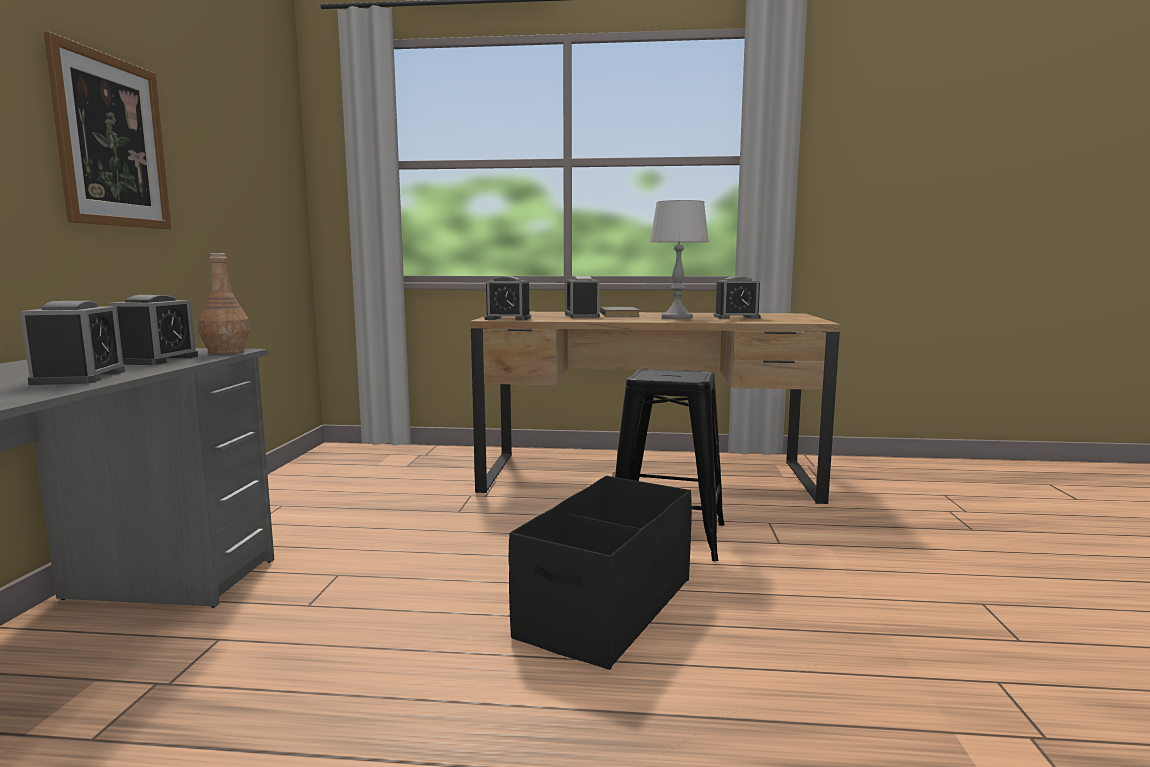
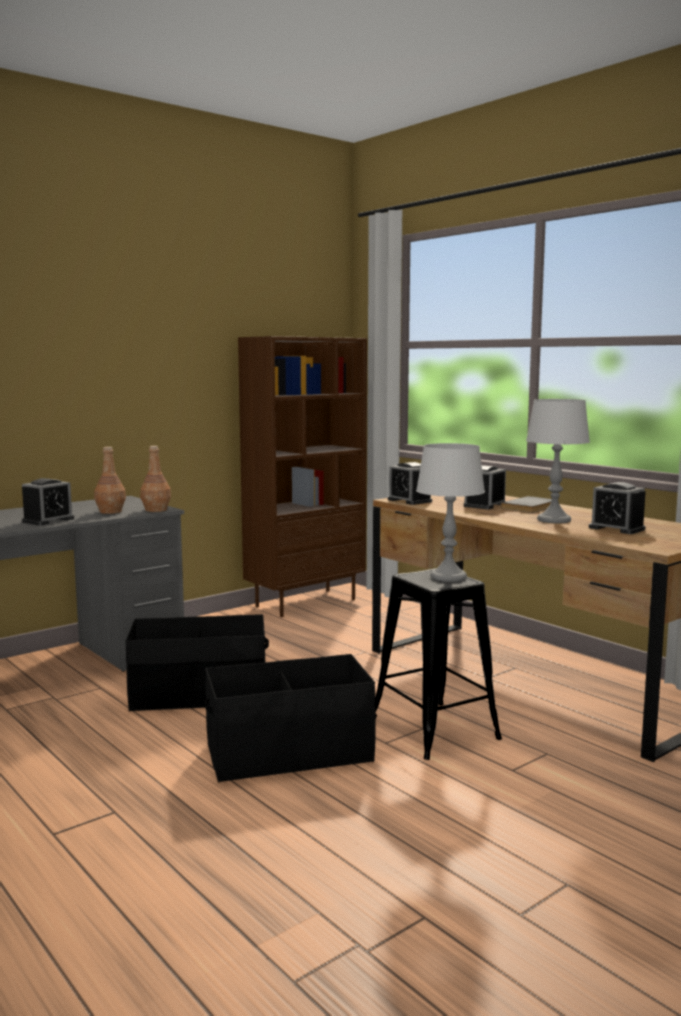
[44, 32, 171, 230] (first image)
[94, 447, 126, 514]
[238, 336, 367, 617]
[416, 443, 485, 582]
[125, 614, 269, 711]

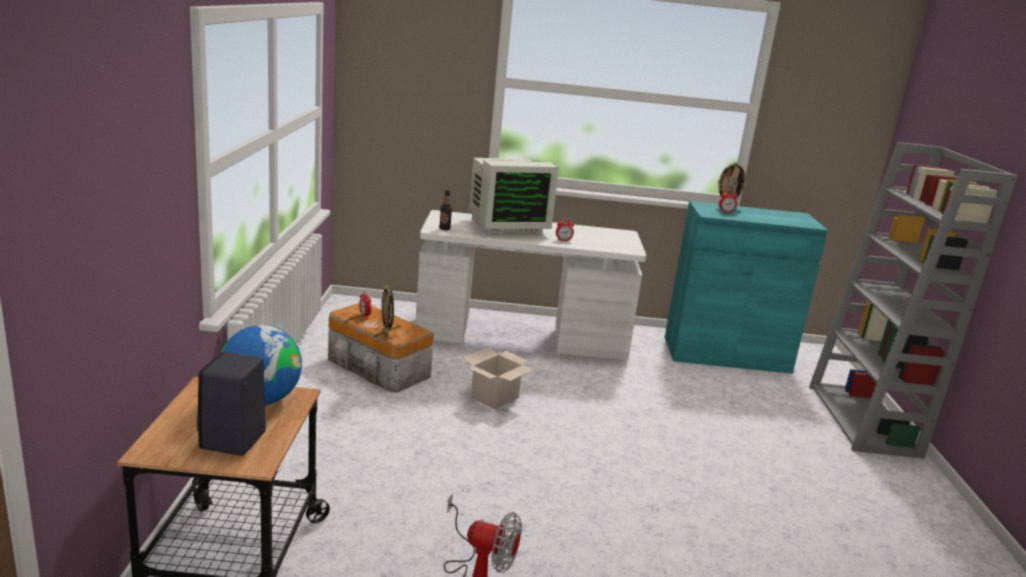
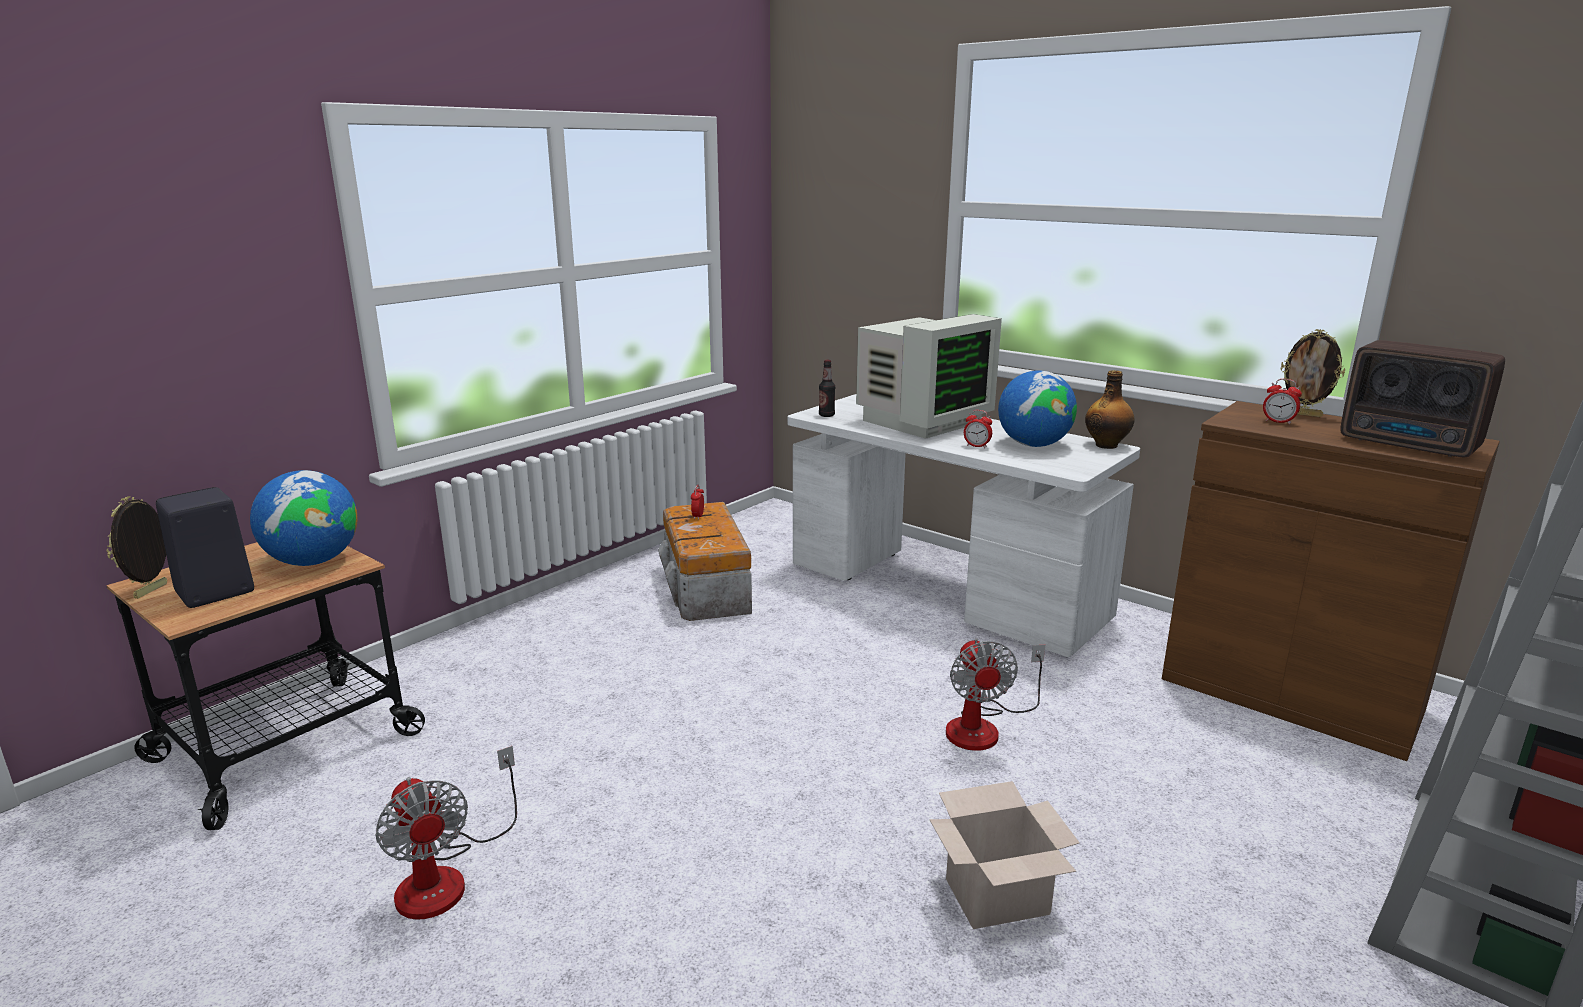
[856, 314, 1002, 439]
[1162, 401, 1500, 761]
[107, 496, 167, 599]
[930, 781, 1080, 929]
[1340, 340, 1505, 458]
[998, 370, 1077, 447]
[1085, 370, 1135, 449]
[946, 638, 1045, 751]

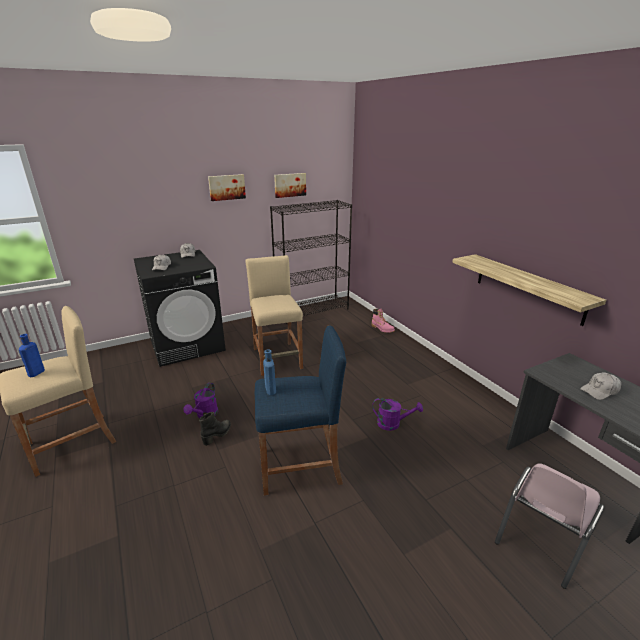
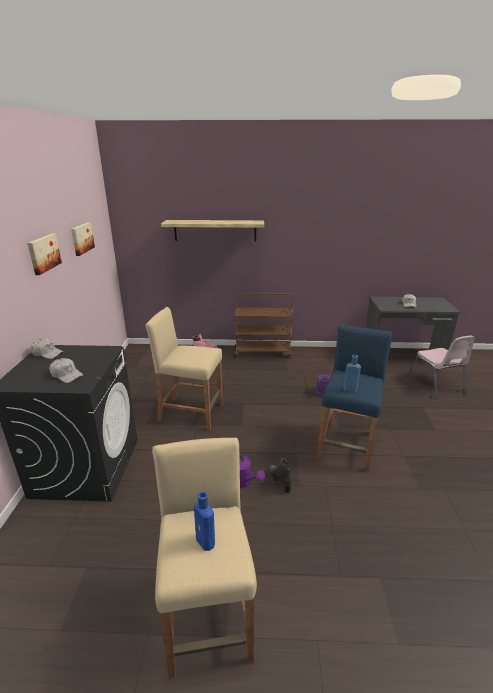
[270, 200, 352, 316] (first image)
[161, 220, 264, 241]
[234, 293, 293, 358]

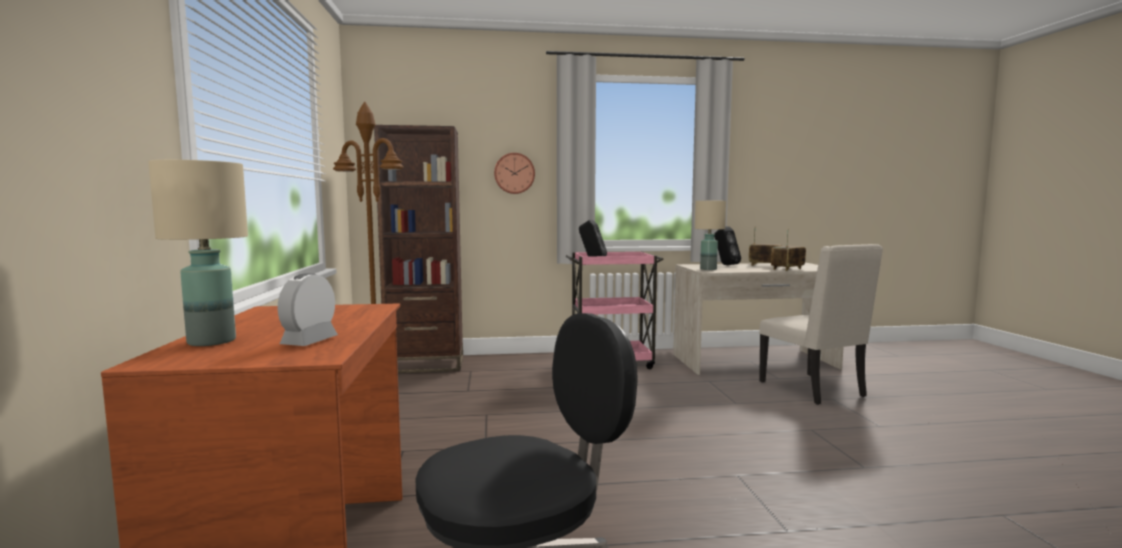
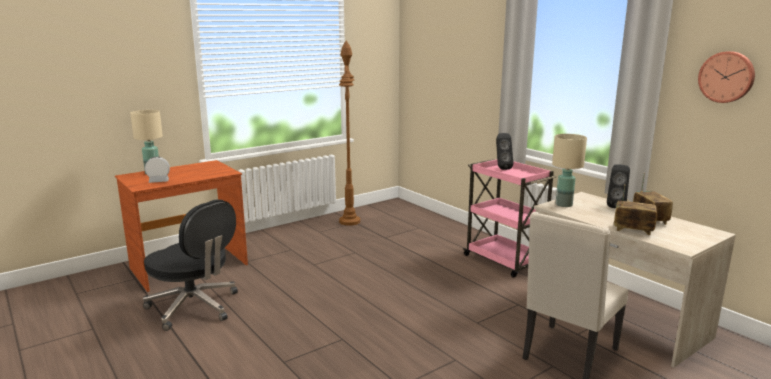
[374, 125, 463, 373] (first image)
[698, 51, 755, 103]

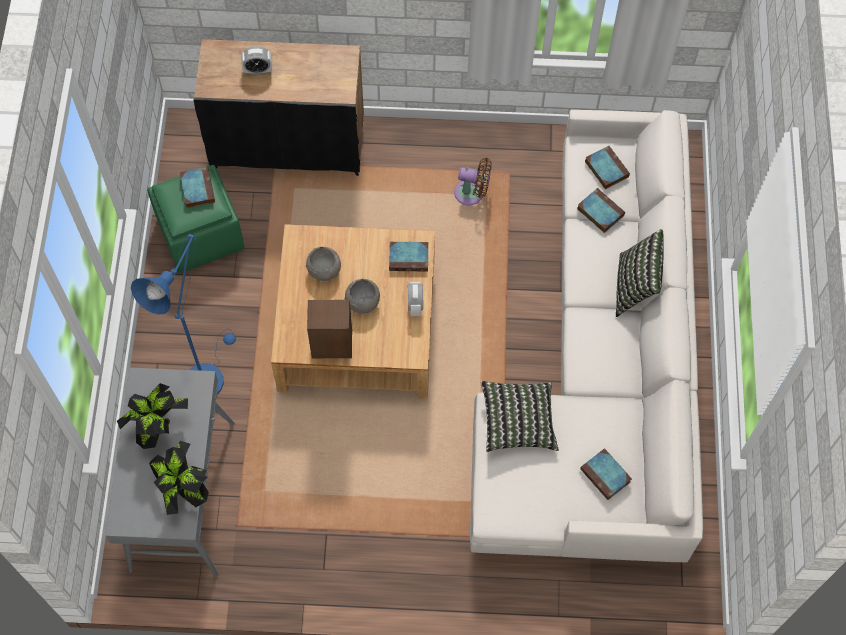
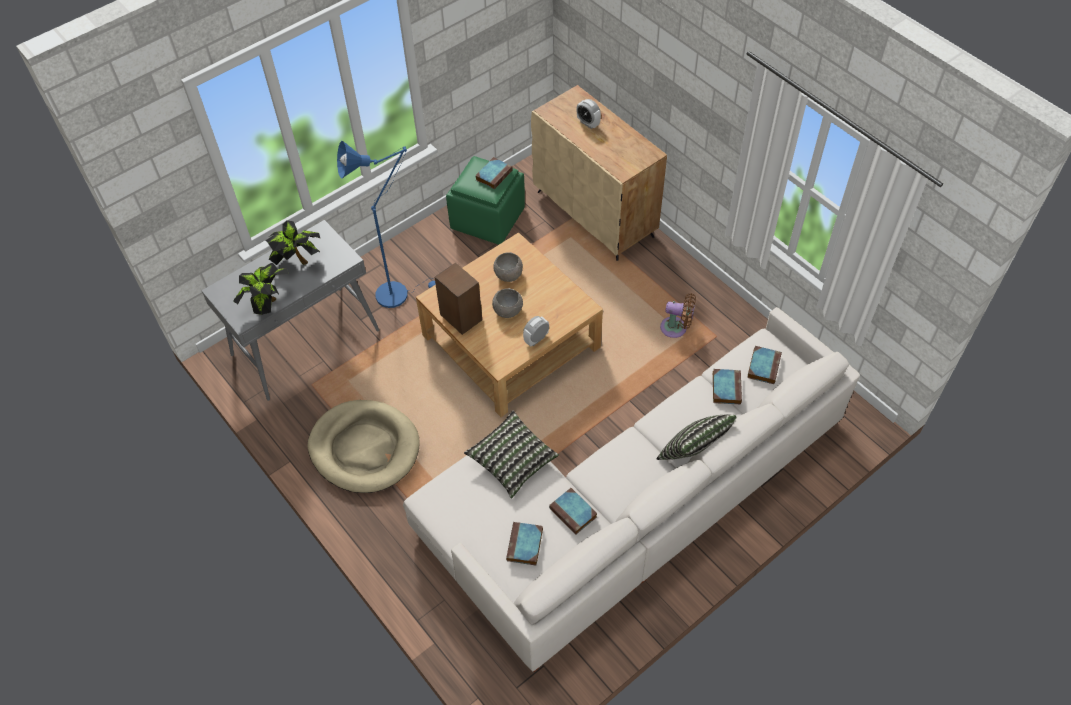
[531, 85, 667, 261]
[660, 293, 696, 338]
[549, 488, 597, 534]
[308, 400, 420, 493]

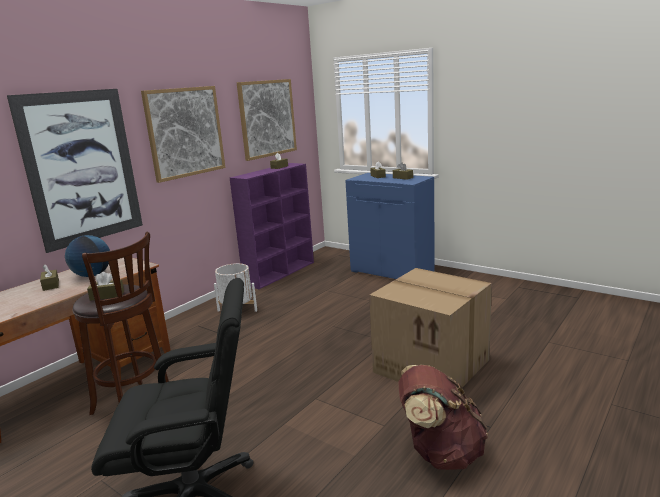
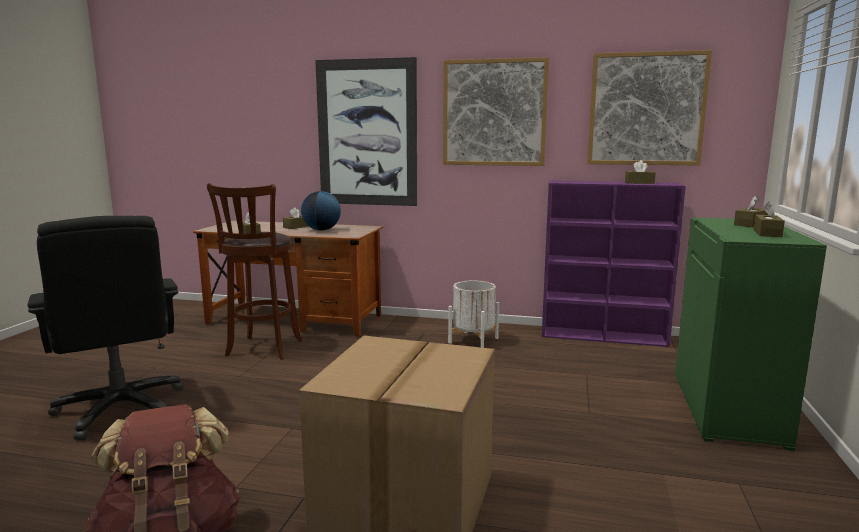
[675, 217, 827, 451]

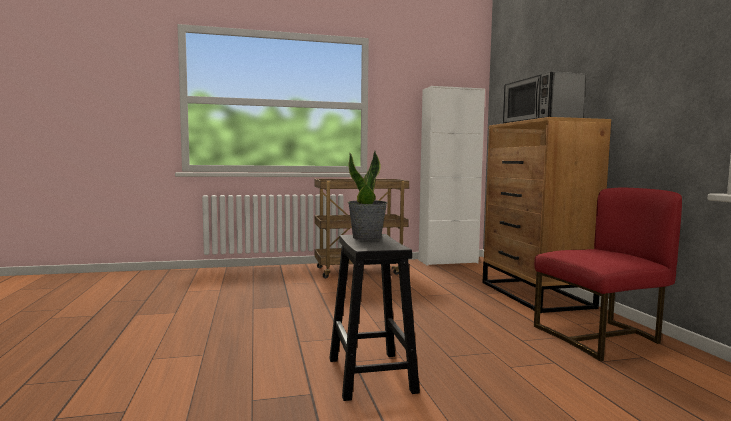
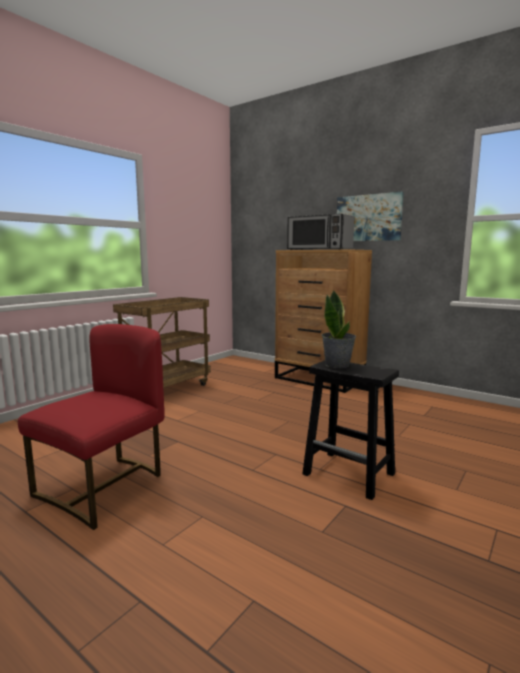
[419, 86, 485, 266] (first image)
[18, 324, 165, 530]
[337, 192, 404, 241]

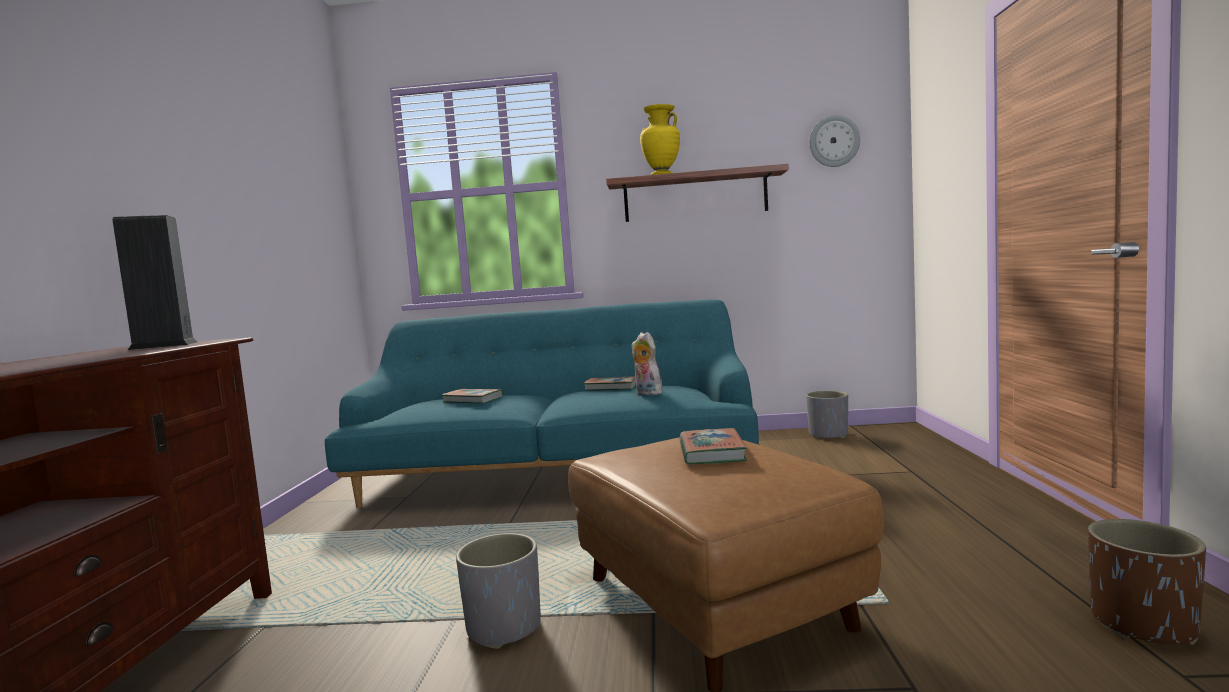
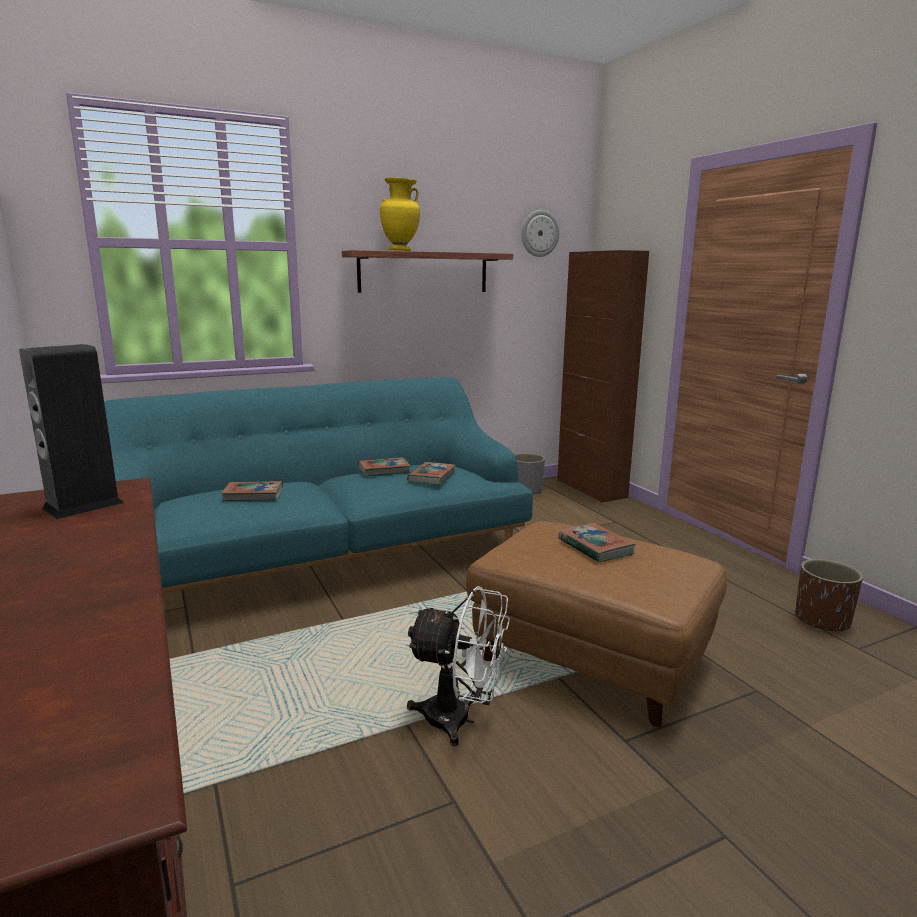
[407, 462, 456, 485]
[406, 586, 510, 746]
[557, 250, 649, 503]

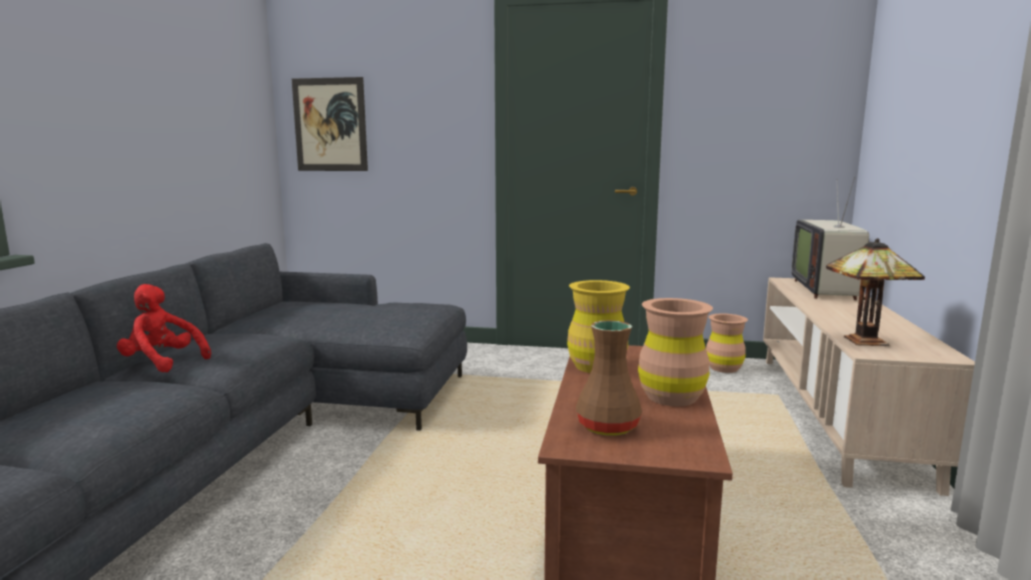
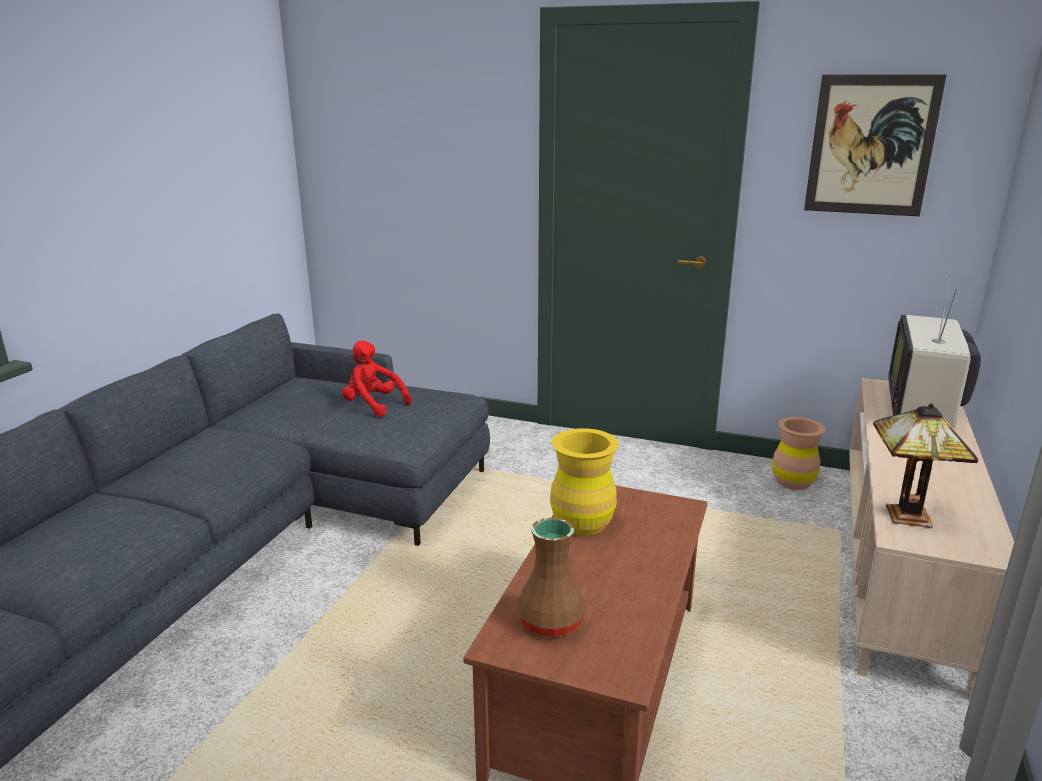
[804, 75, 947, 216]
[342, 341, 411, 417]
[638, 298, 713, 406] (first image)

